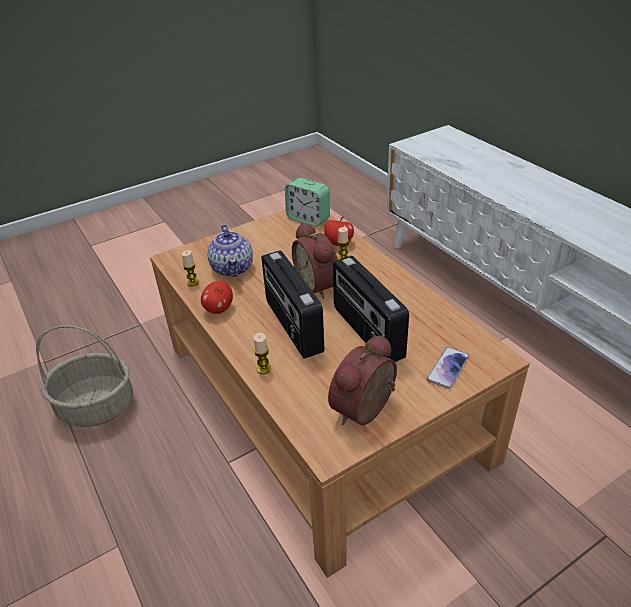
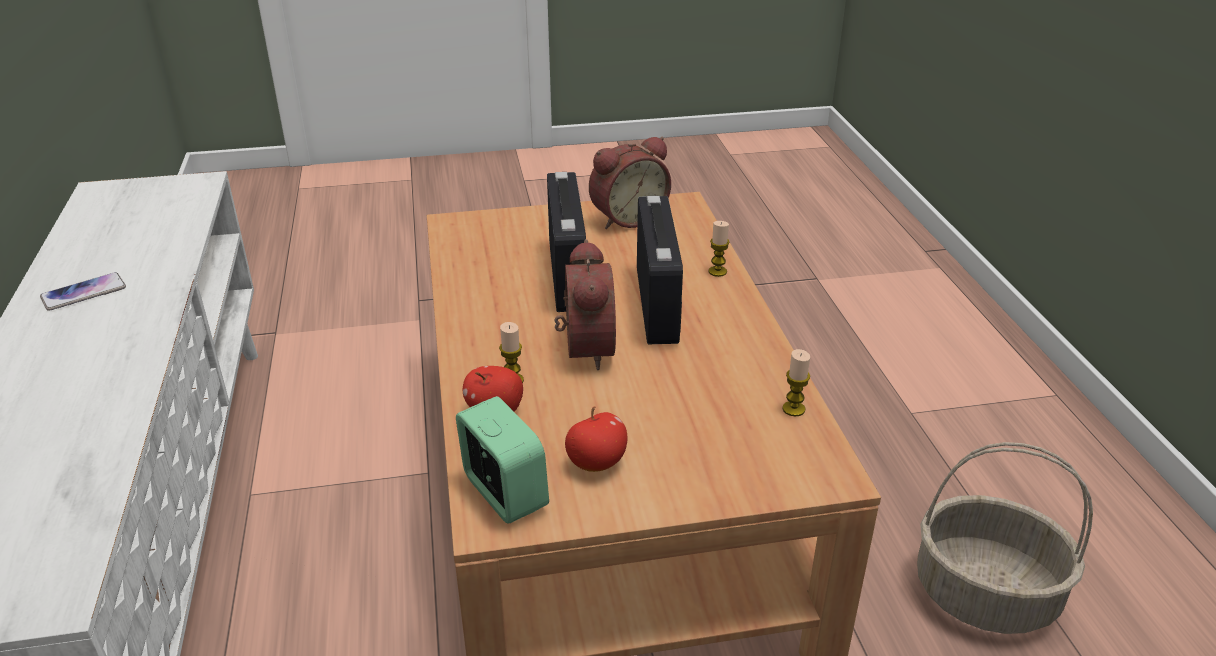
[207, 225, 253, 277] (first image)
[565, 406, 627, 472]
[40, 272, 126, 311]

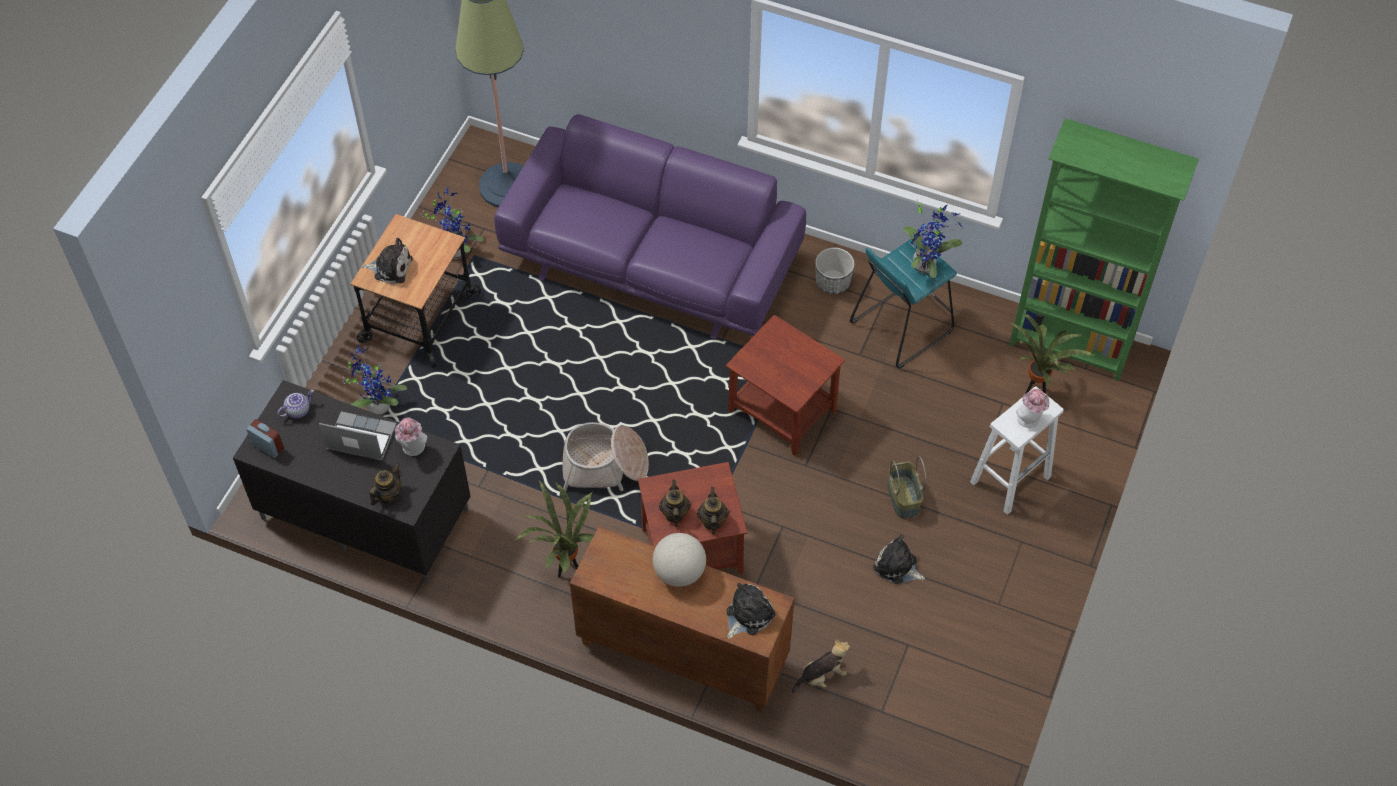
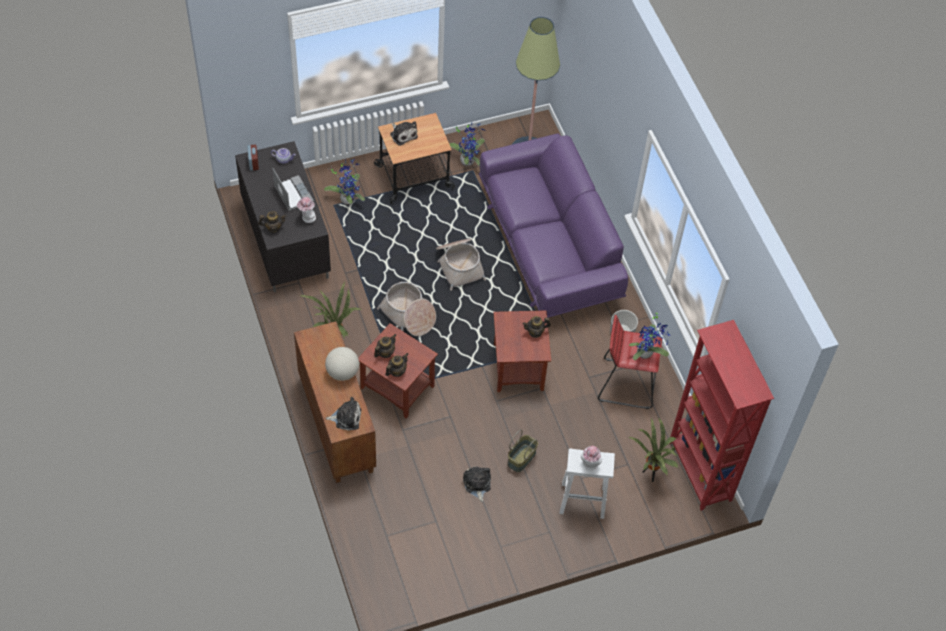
[670, 320, 774, 511]
[598, 315, 662, 409]
[792, 639, 850, 693] (first image)
[436, 238, 486, 291]
[522, 316, 551, 338]

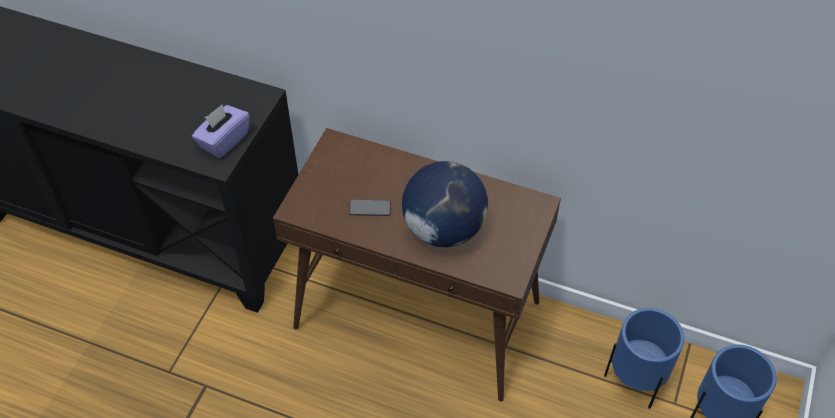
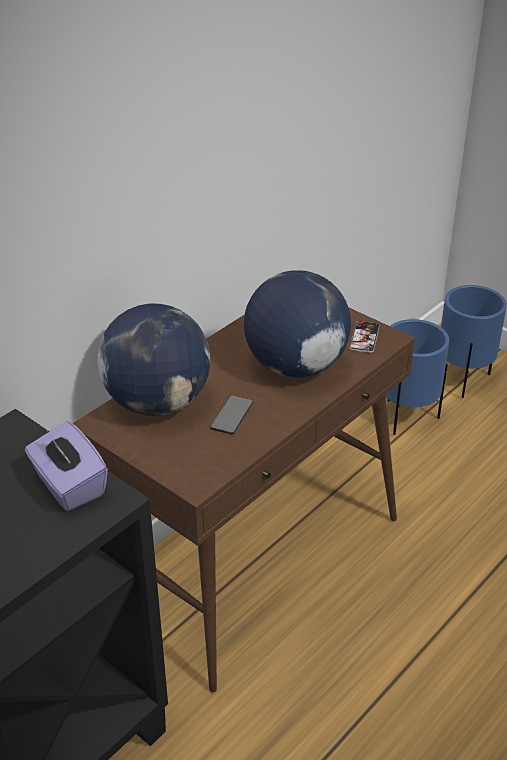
[98, 304, 210, 416]
[349, 321, 380, 353]

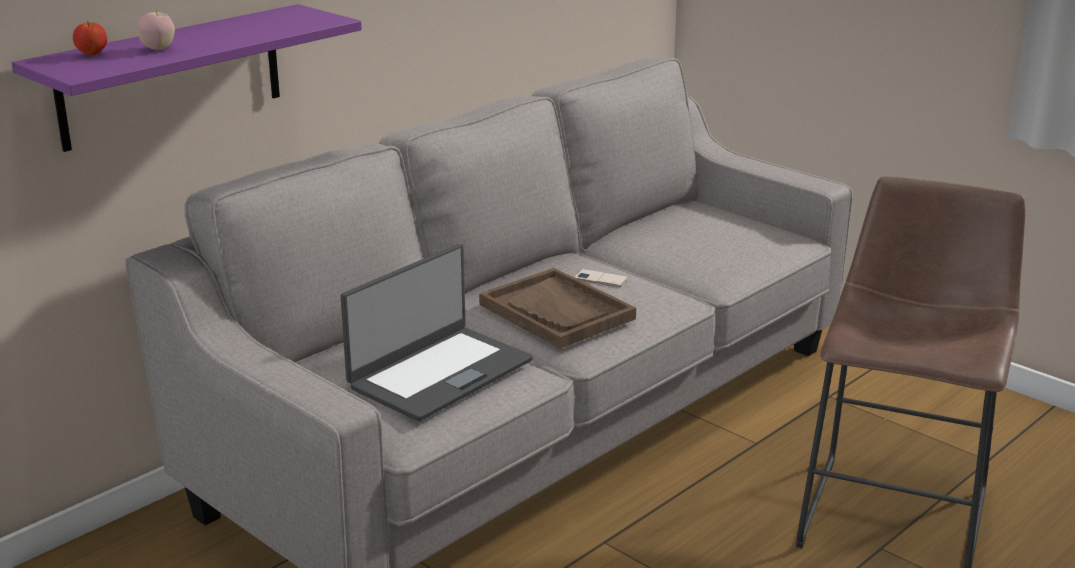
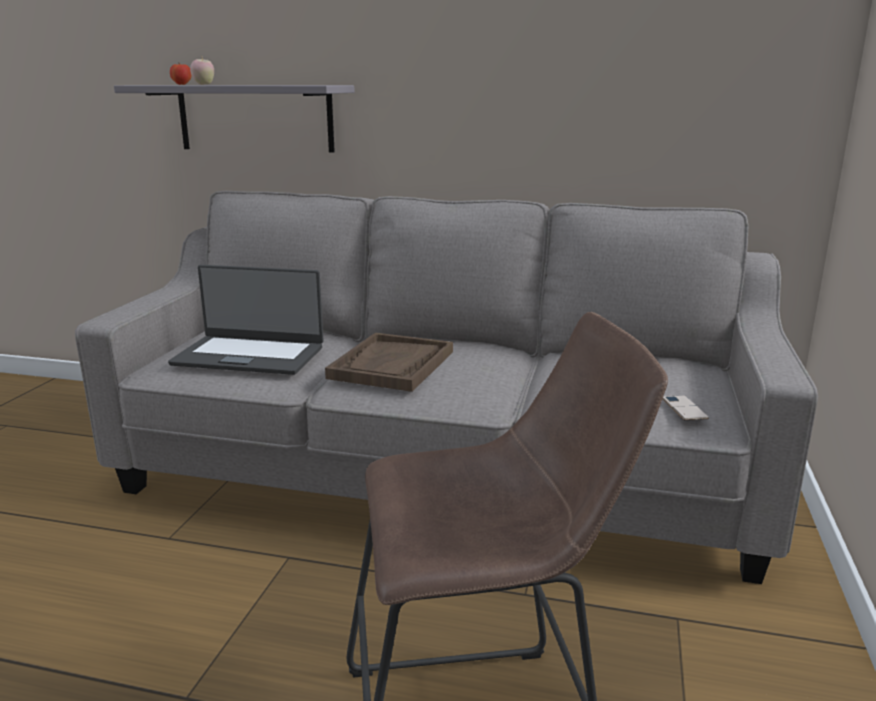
[114, 85, 355, 153]
[663, 395, 709, 420]

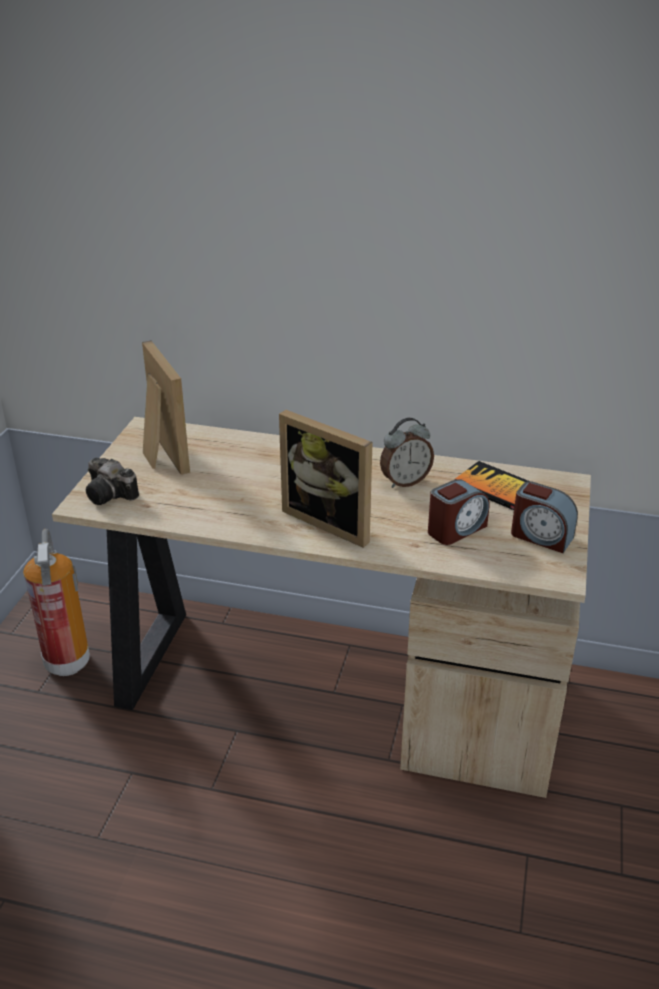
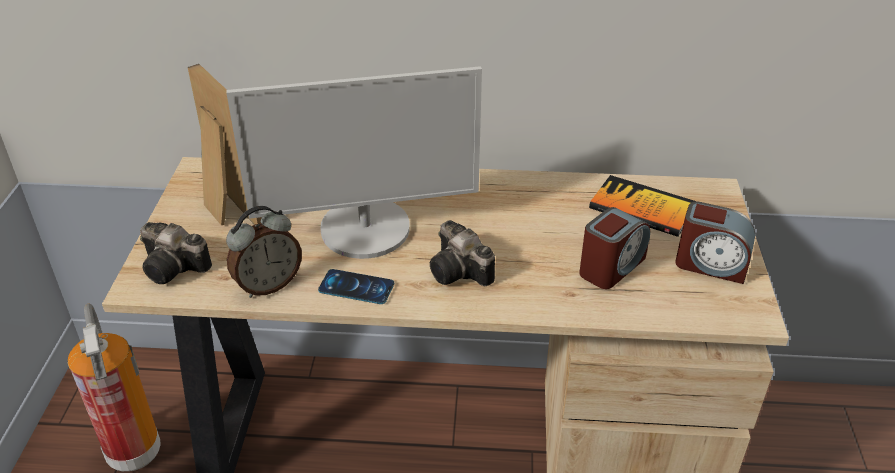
[430, 220, 495, 286]
[226, 206, 302, 298]
[226, 66, 482, 259]
[318, 269, 394, 304]

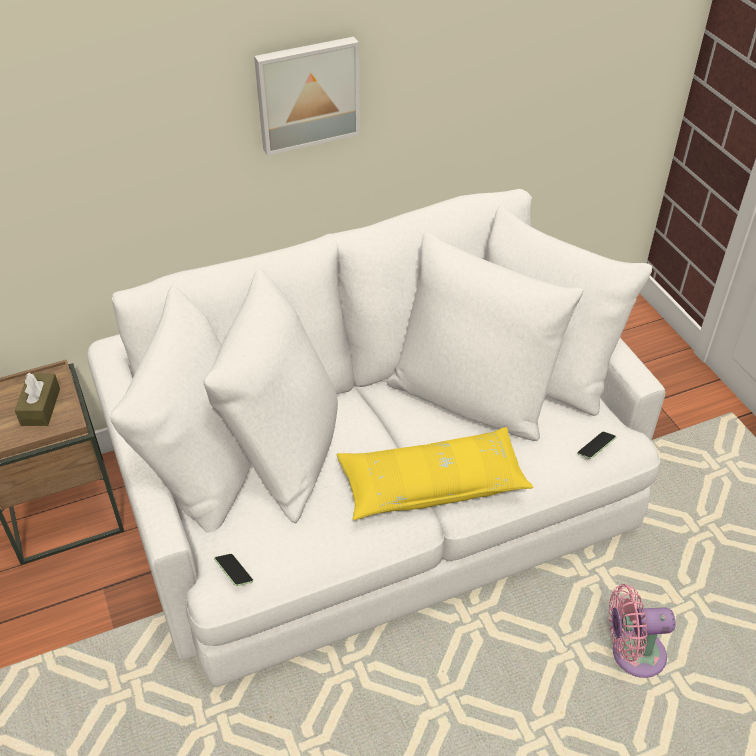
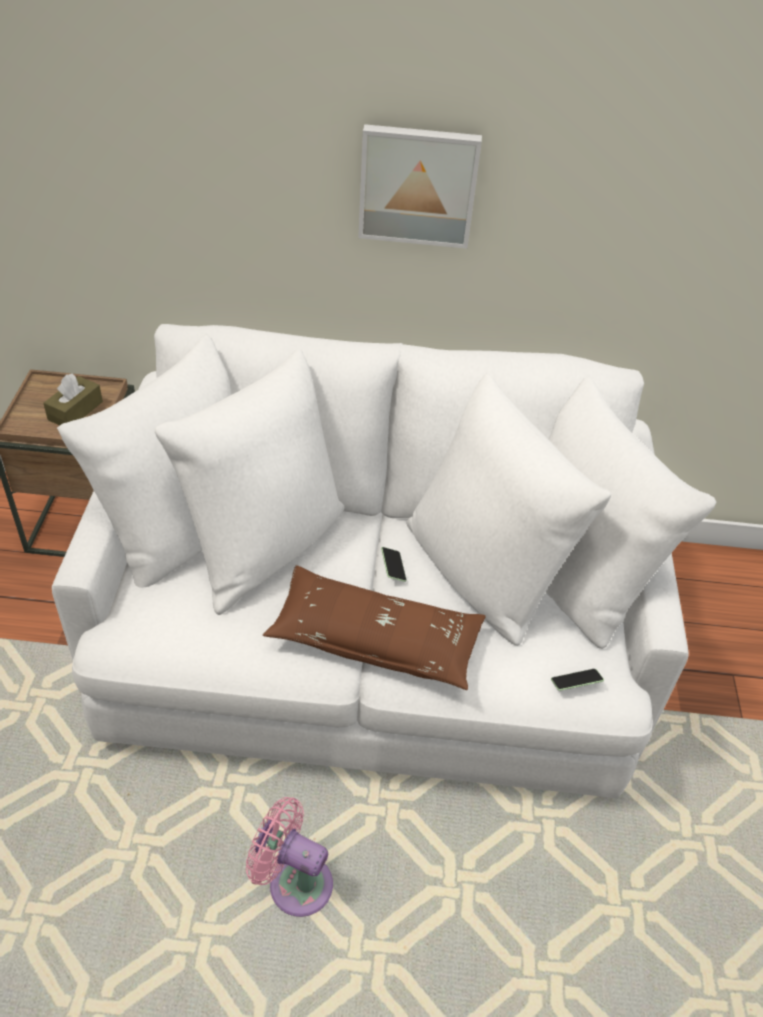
[263, 565, 486, 690]
[381, 547, 406, 582]
[246, 797, 333, 917]

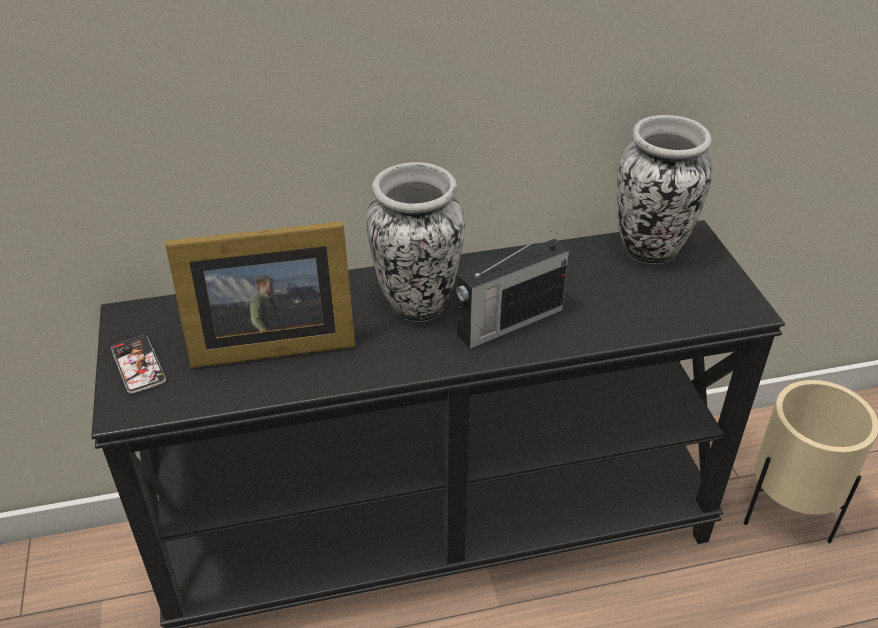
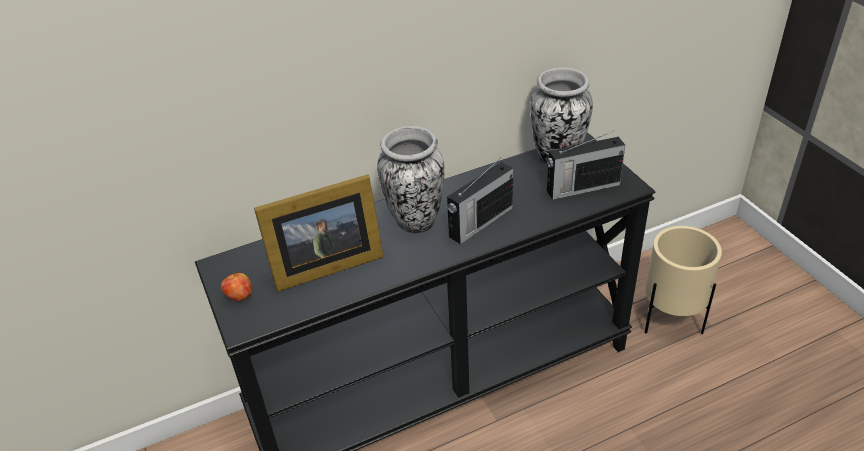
[221, 272, 252, 301]
[547, 131, 625, 200]

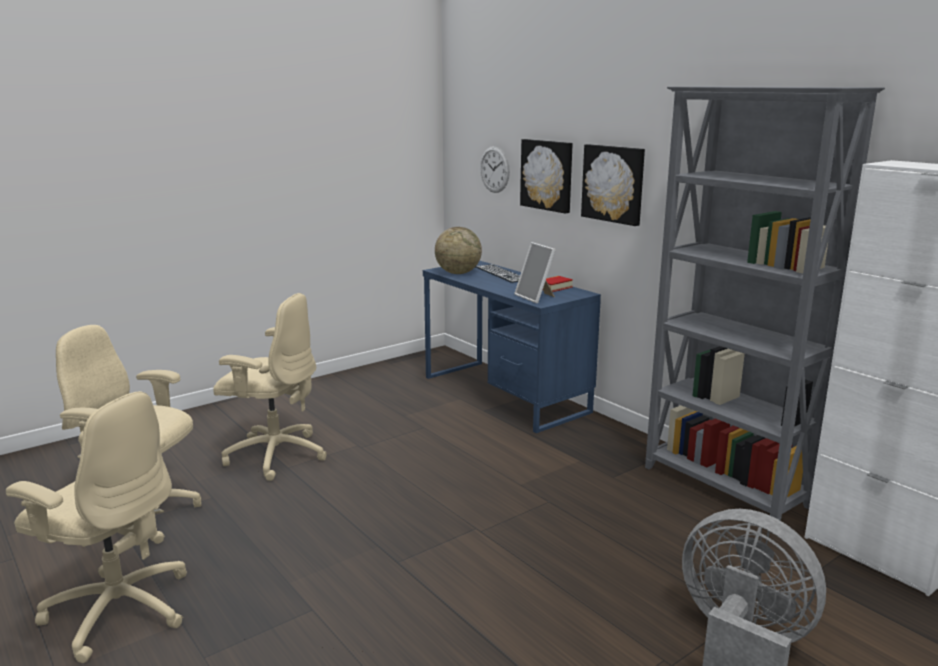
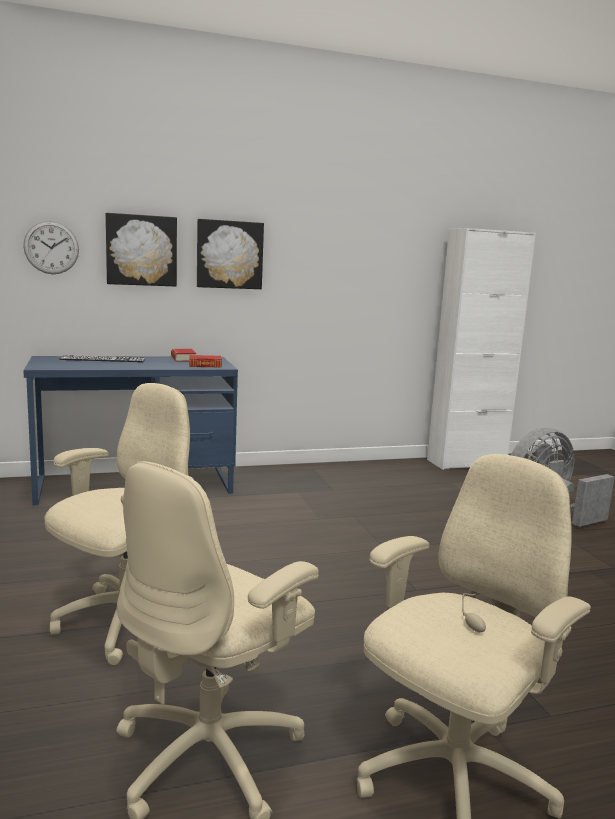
[645, 86, 885, 521] (first image)
[435, 227, 482, 274] (first image)
[189, 355, 222, 368]

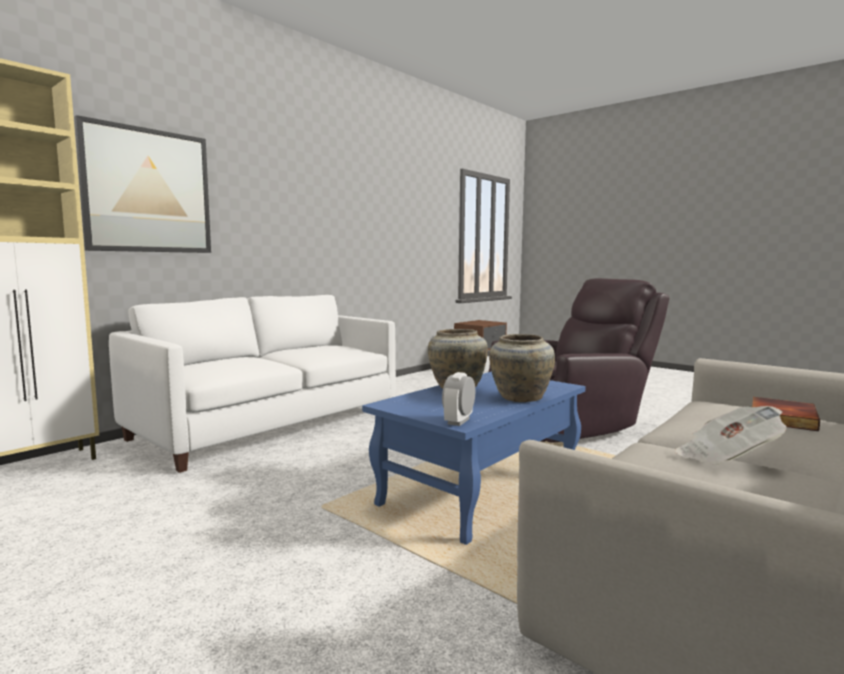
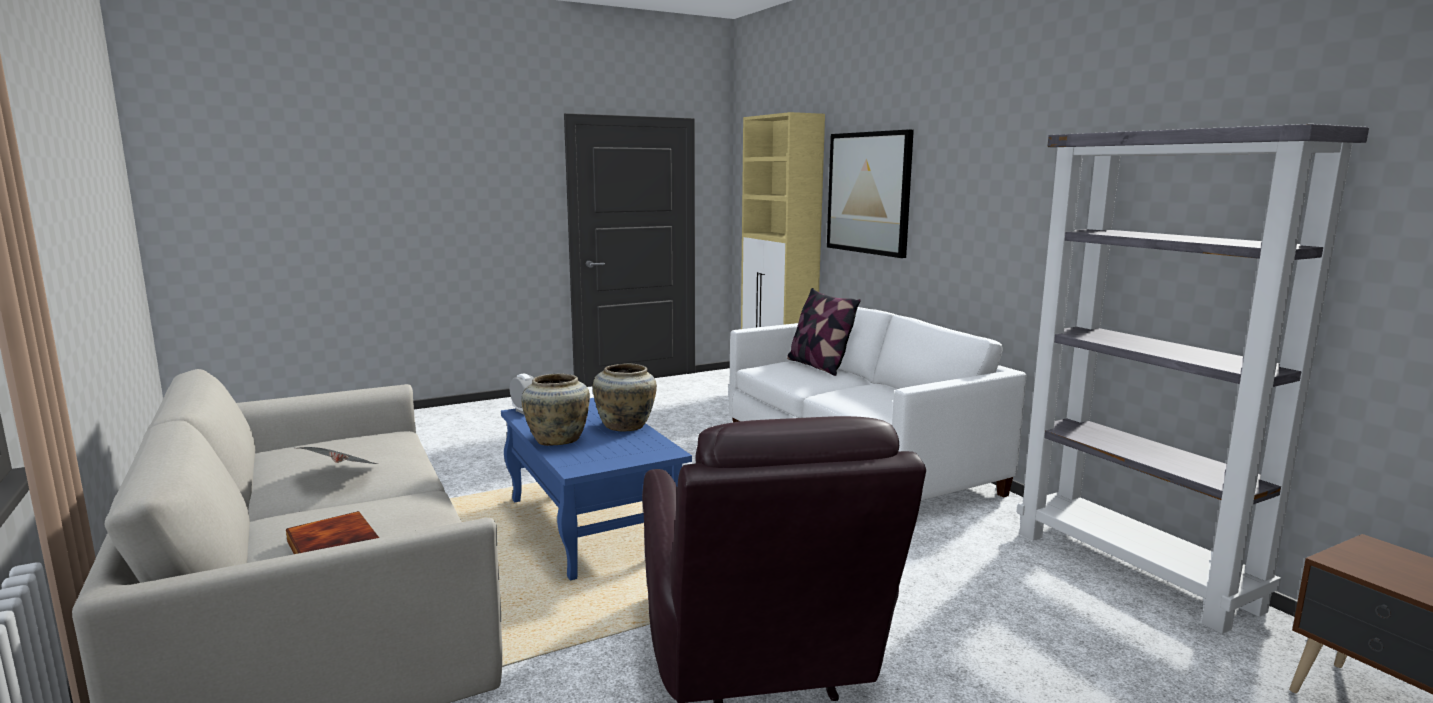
[1017, 124, 1369, 634]
[787, 288, 861, 376]

